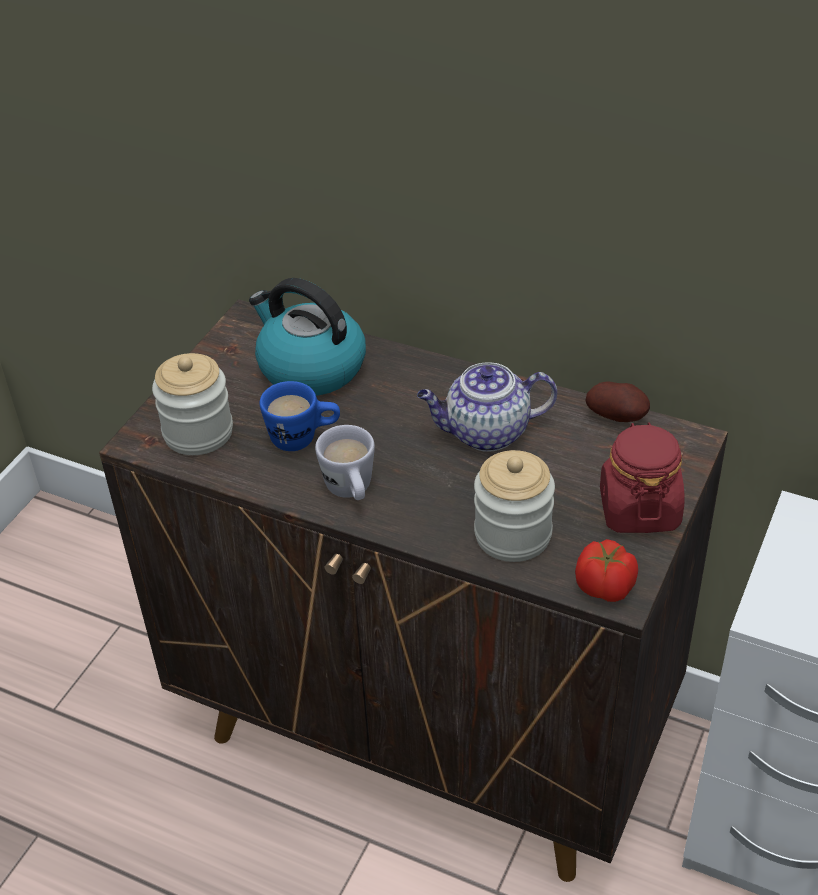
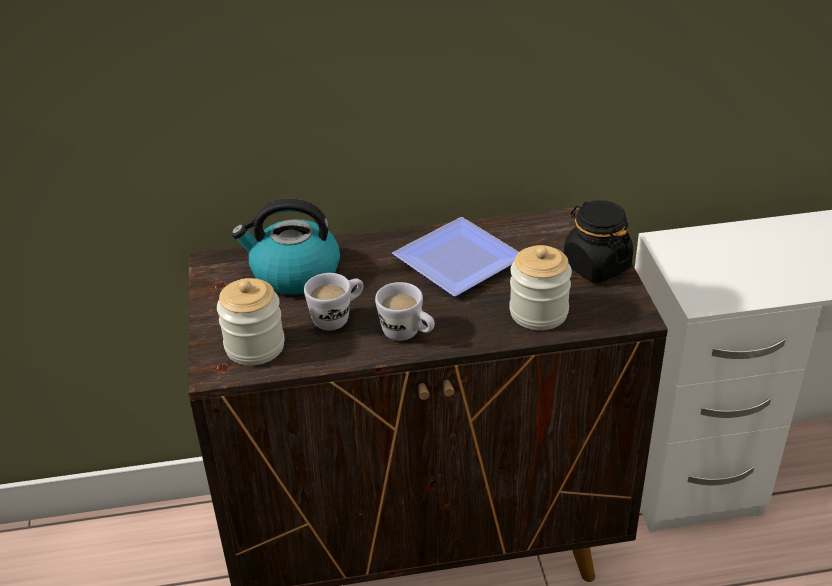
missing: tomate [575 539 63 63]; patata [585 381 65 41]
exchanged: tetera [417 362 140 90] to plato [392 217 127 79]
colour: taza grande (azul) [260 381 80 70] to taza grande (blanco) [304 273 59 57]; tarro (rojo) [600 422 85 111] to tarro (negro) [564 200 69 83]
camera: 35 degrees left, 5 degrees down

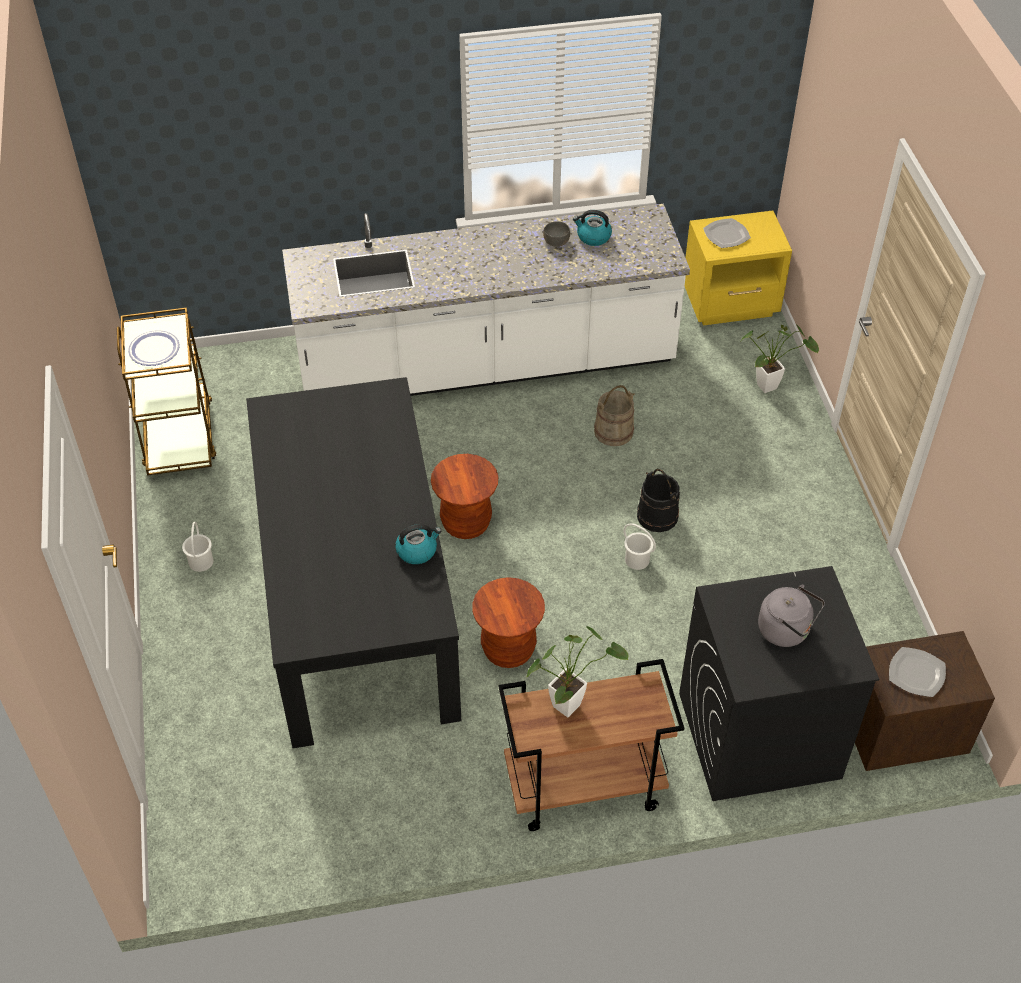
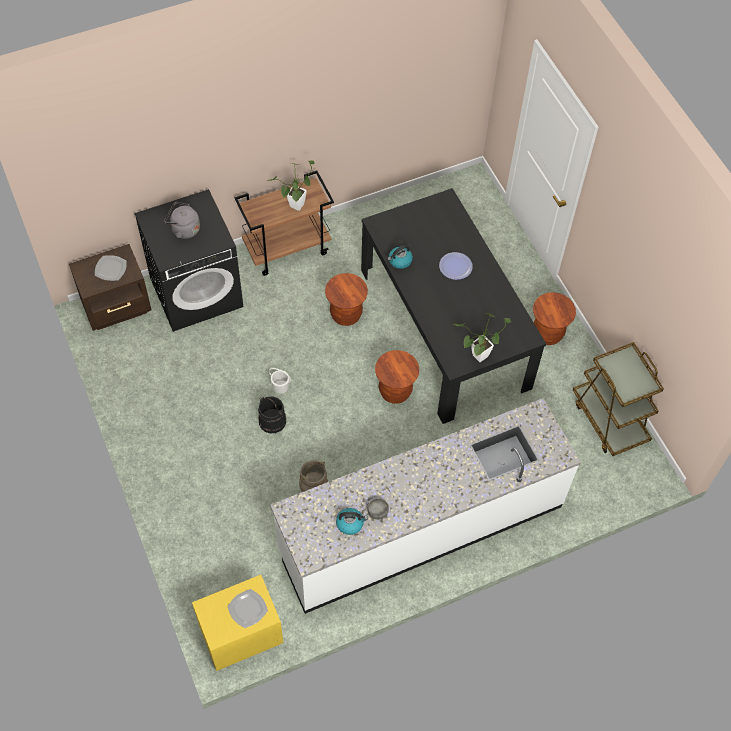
relocated: plato [128 330 52 36] to [439 252 34 28]; planta en maceta [740 324 79 69] to [453 313 58 49]
exchanged: cubo (blanco) [182 522 31 50] to taburete (marrón) [533 292 43 53]
camera: 165 degrees right, 10 degrees up

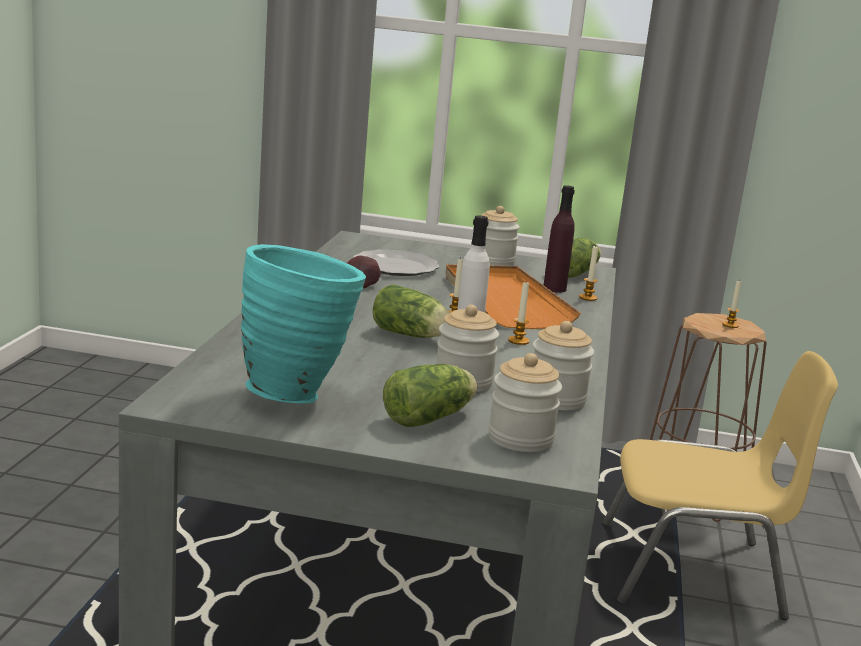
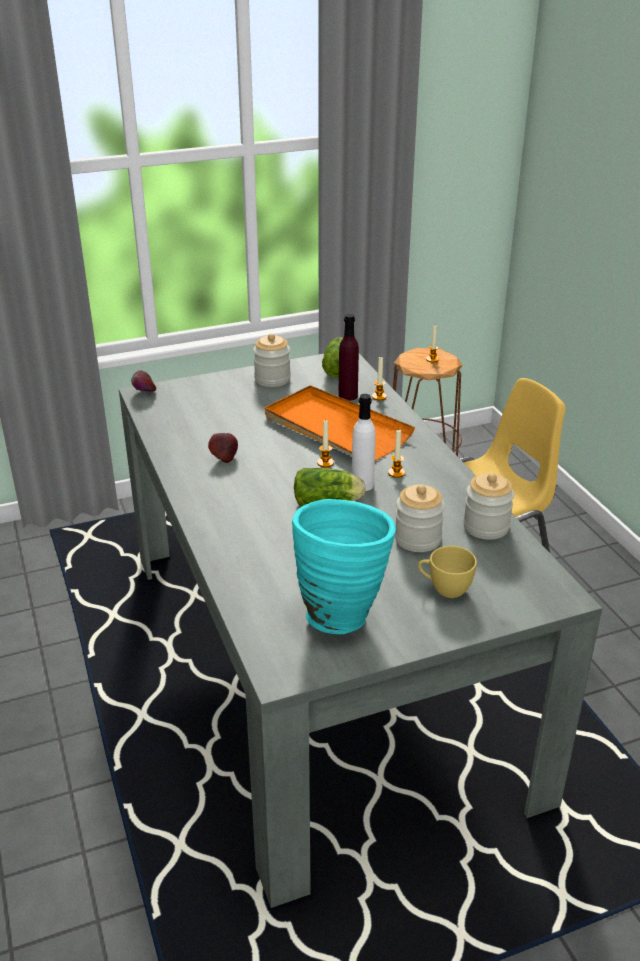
missing: plato [353 249 86 27]; tarro [488 353 74 99]
appeared: manzana [131 370 25 22]
exchanged: lechuga [383 364 94 63] to taza (amarillo) [418 546 59 52]
camera: 30 degrees left, 15 degrees up

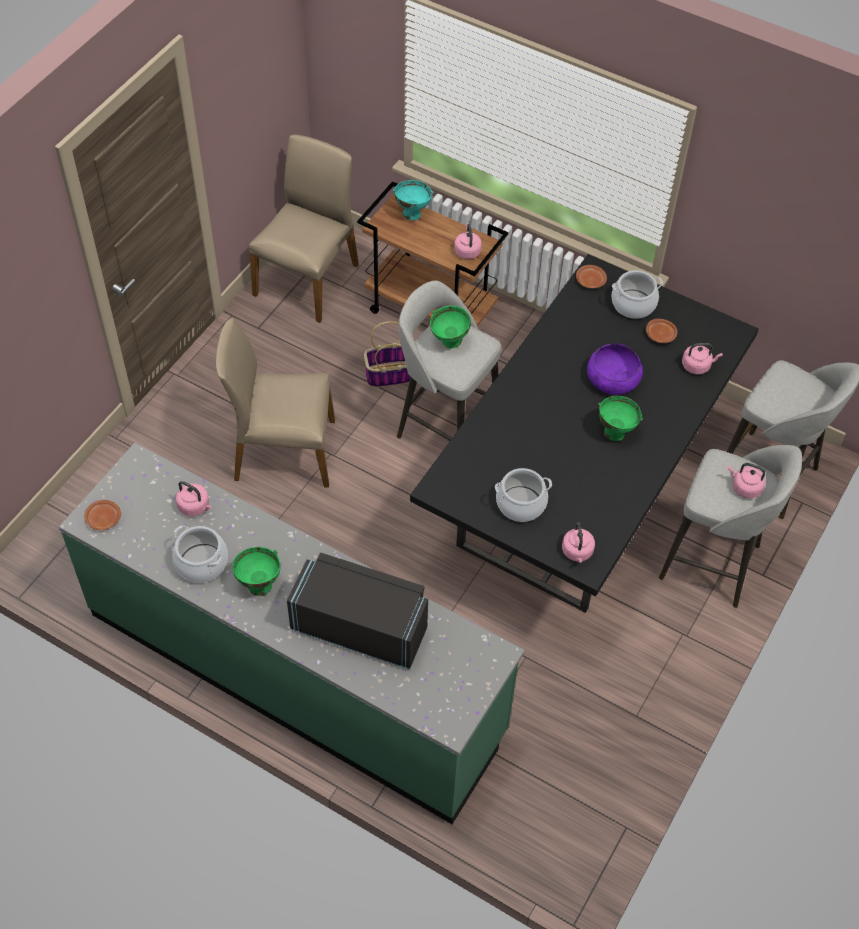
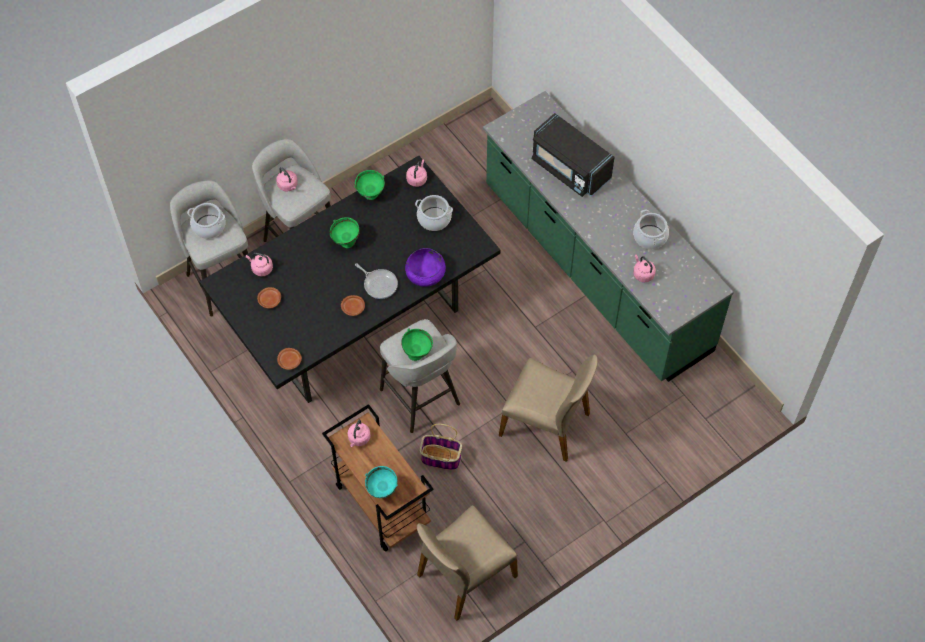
appeared: sartén [355 263 43 36]
relocated: olla [611 270 52 49] to [187 203 39 36]; plato (marrón) [84 500 37 30] to [341 295 24 21]; cuenco (verde) [232 547 49 49] to [354 170 31 30]; cuenco (morado) [587 343 56 52] to [405 248 41 39]
camera: 155 degrees left, 5 degrees up

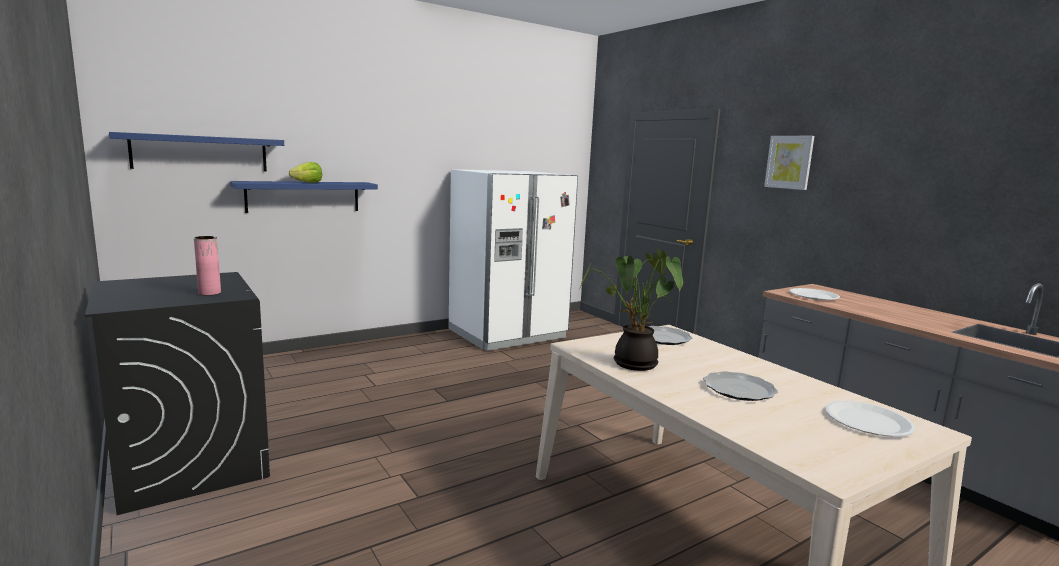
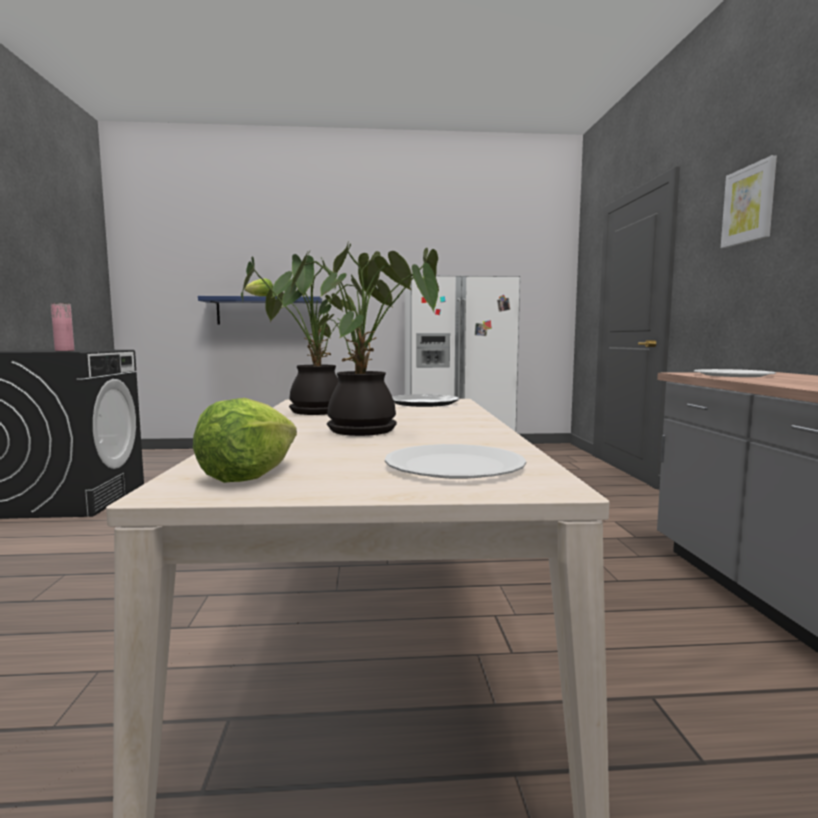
missing: estante (azul) [109 132 175 39]
appeared: lechuga [193 398 104 85]
exchanged: plato [703 371 75 30] to planta en maceta [291 241 148 195]
camera: 30 degrees right, 5 degrees down

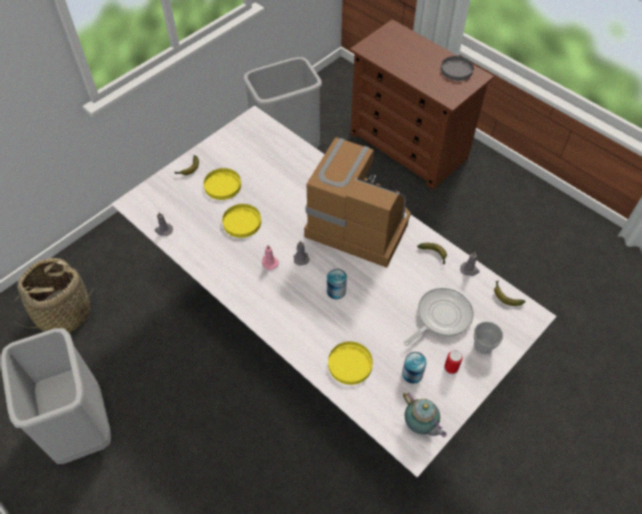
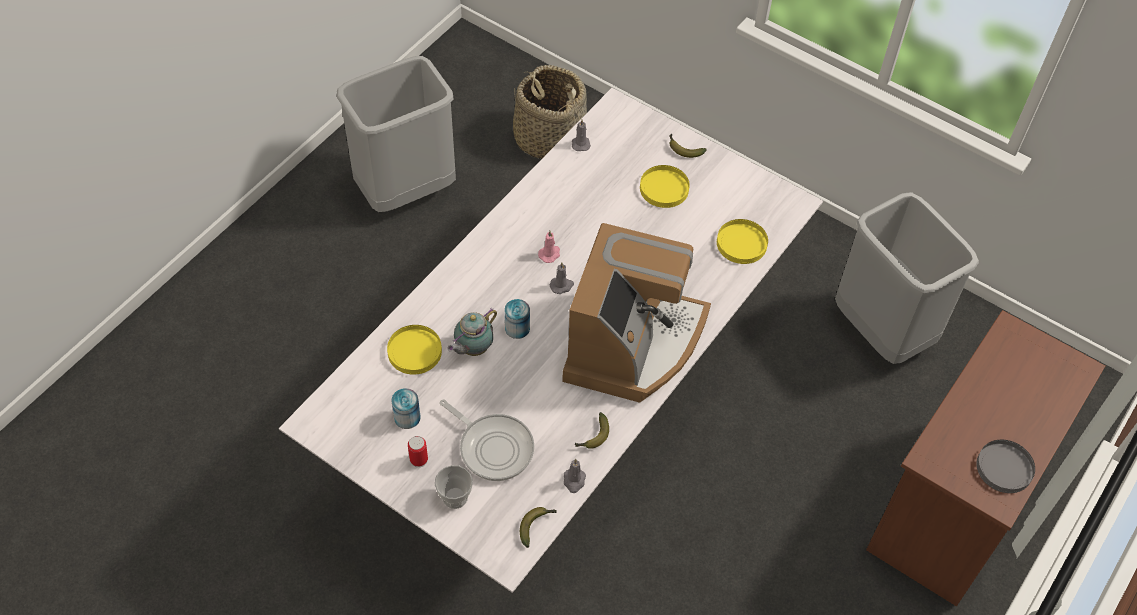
relocated: tetera [403 392 44 45] to [447 308 50 48]; plato (amarillo) [222 204 39 34] to [717 219 51 45]
camera: 80 degrees right, 0 degrees up

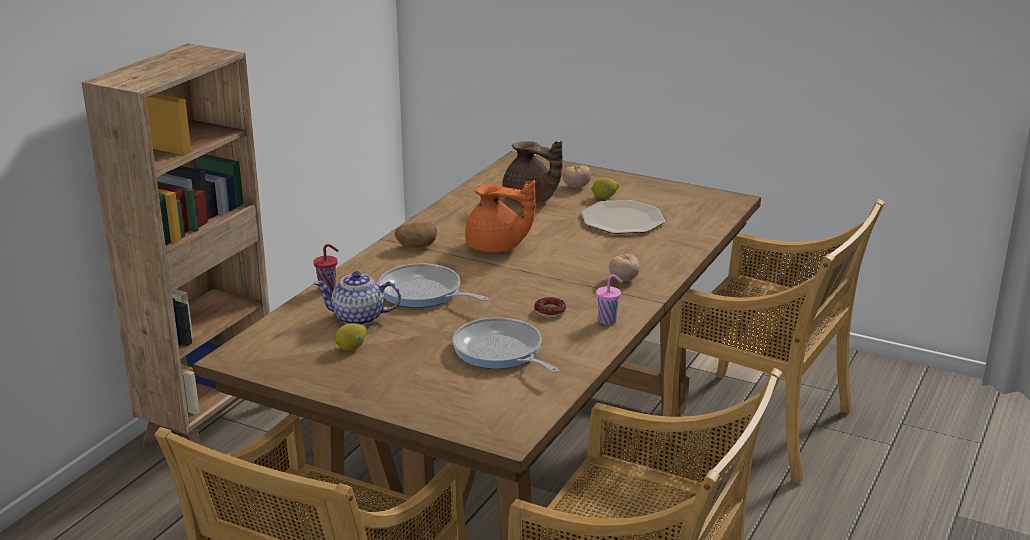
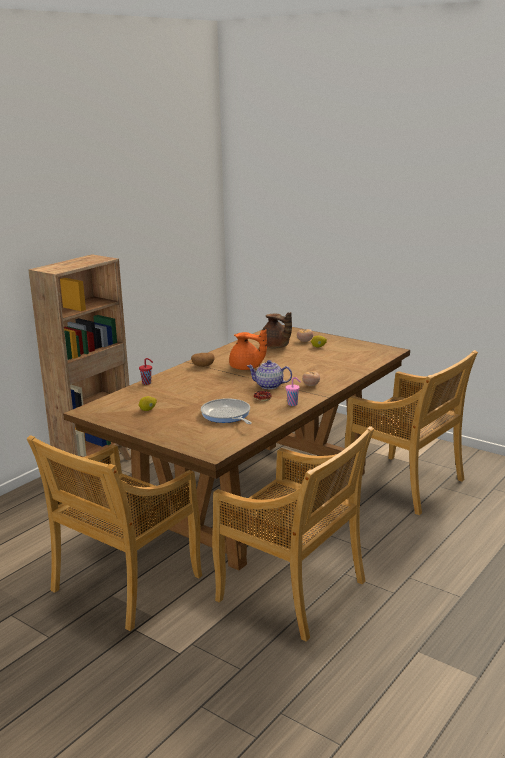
missing: sartén [378 263 111 45]; plato [581 200 84 34]
relocated: tetera [314 271 87 55] to [247 360 45 29]
camera: 10 degrees right, 5 degrees down

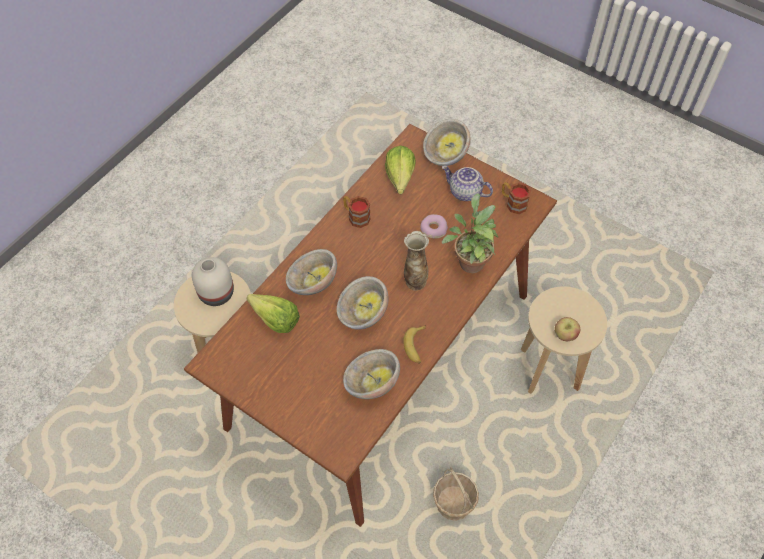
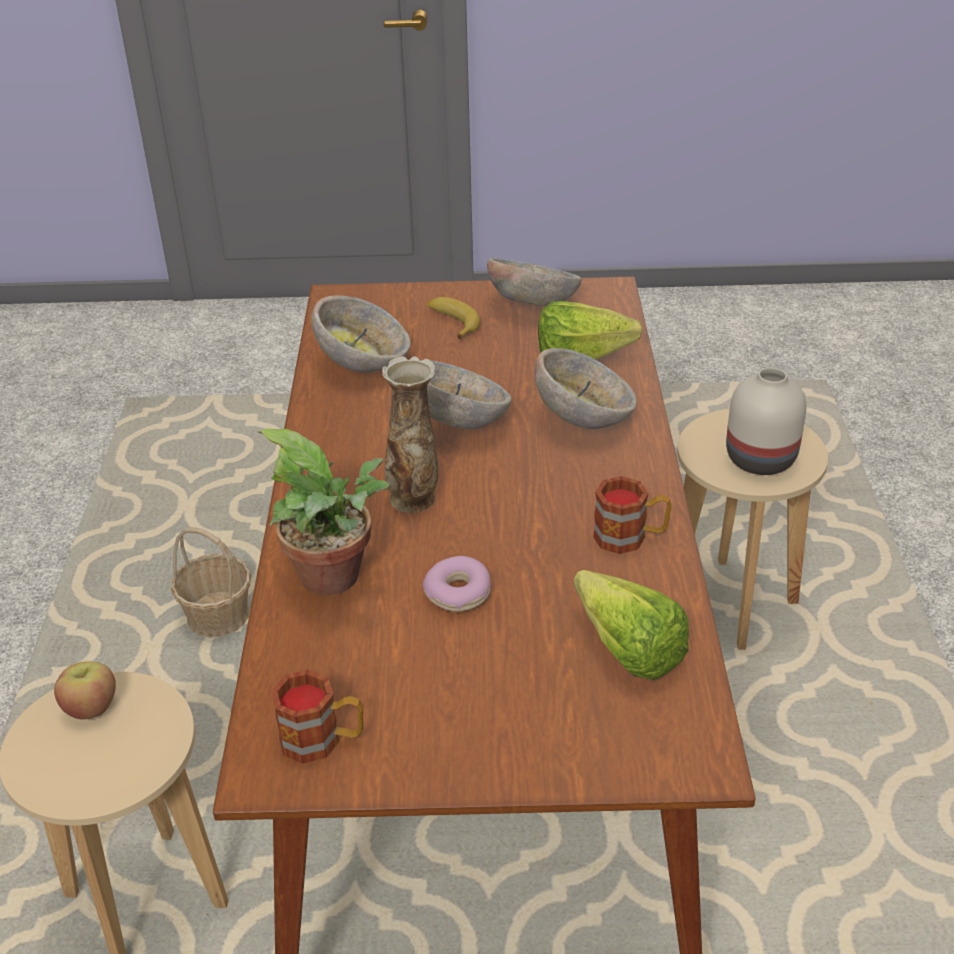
missing: tetera [442 165 51 36]
relocated: plátano [403 325 23 39] to [427 297 53 42]; cuenco [423 119 48 47] to [487 258 95 48]
camera: 145 degrees right, 20 degrees down

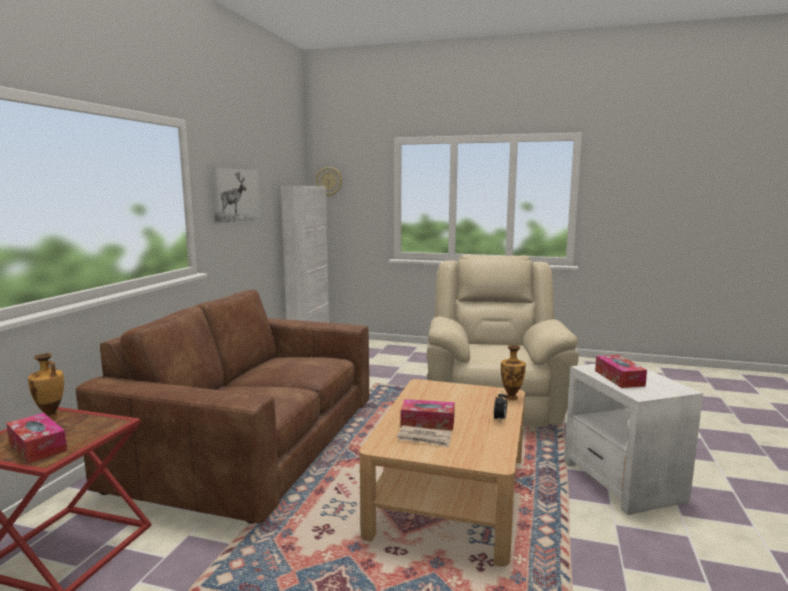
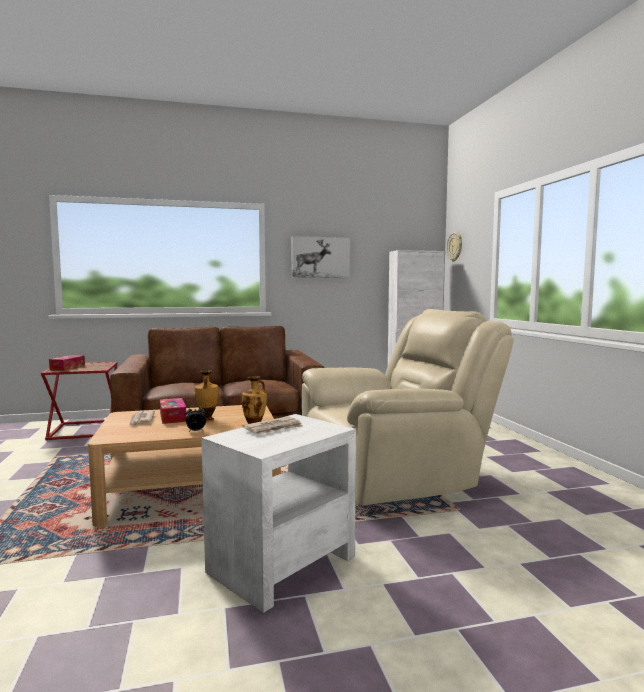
relocated: florero [28 353 36 66] to [195 370 23 51]
exchanged: caja de pañuelos [595 355 52 33] to periódico [242 416 61 18]
camera: 60 degrees right, 5 degrees down

